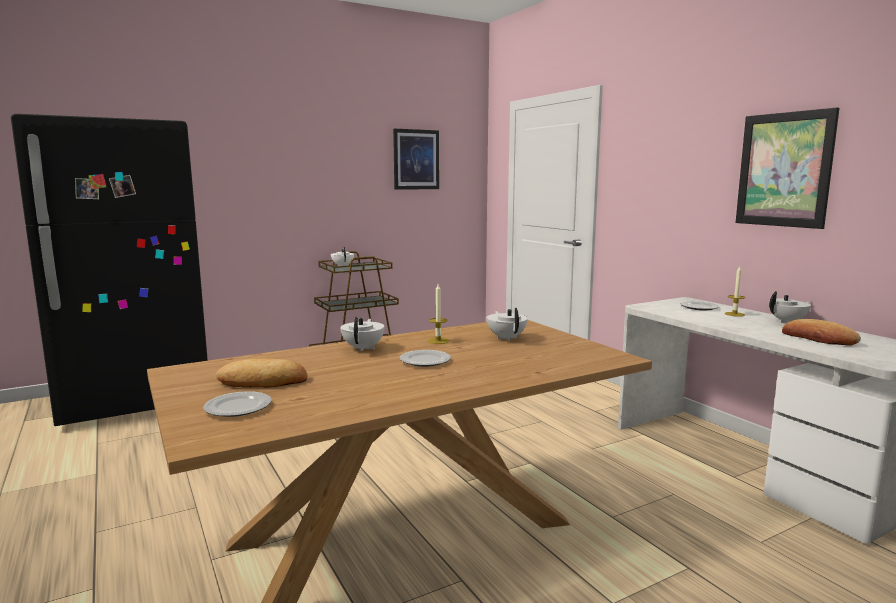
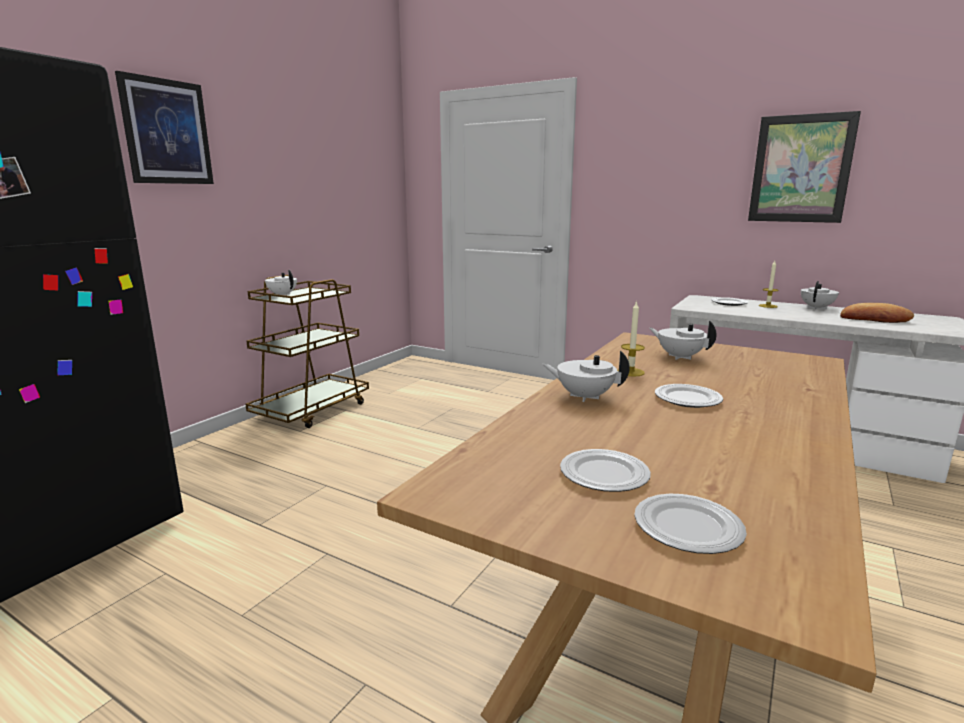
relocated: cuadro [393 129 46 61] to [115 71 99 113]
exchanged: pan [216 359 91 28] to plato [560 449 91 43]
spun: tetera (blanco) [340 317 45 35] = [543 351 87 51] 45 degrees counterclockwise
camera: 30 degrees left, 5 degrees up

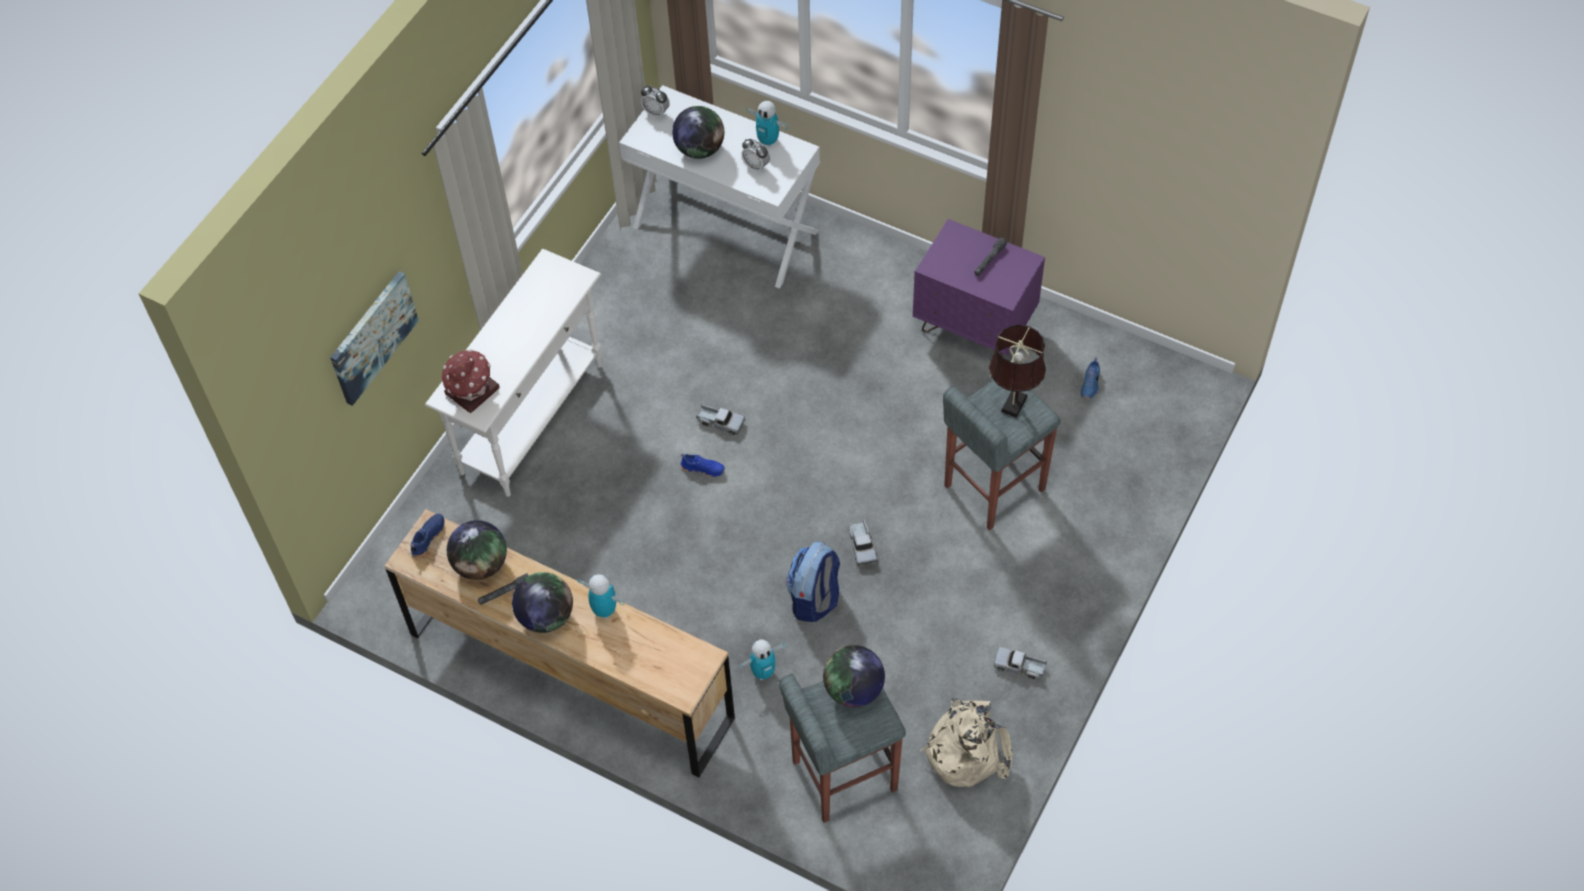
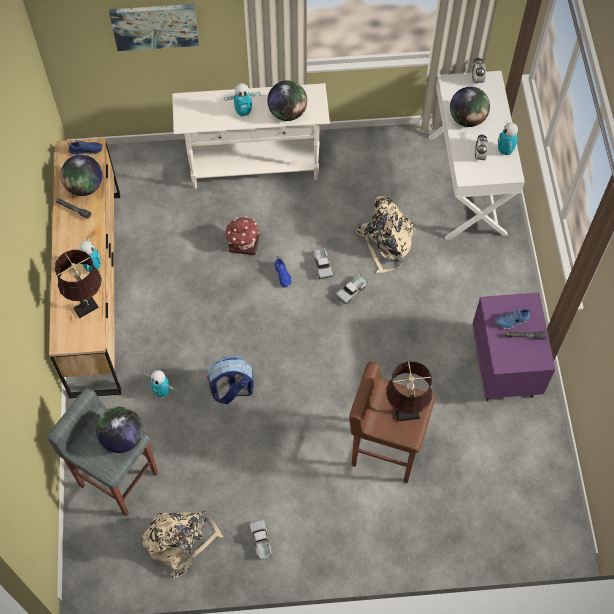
appeared: lámpara de mesa (marrón) [55 250 47 68]; robot de juguete [224 83 37 34]; mochila (beis) [357 196 59 77]
relocated: casita [442 349 58 64] to [225 216 35 39]; globo terráqueo [512 572 61 61] to [267 80 40 41]; camión de juguete [849 519 29 47] to [336 274 32 30]; zapato (azul) [1080 357 20 42] to [496 309 36 20]
colour: taburete (gris) [943 380 118 151] to taburete (marrón) [349 362 86 121]
camera: 55 degrees right, 5 degrees up

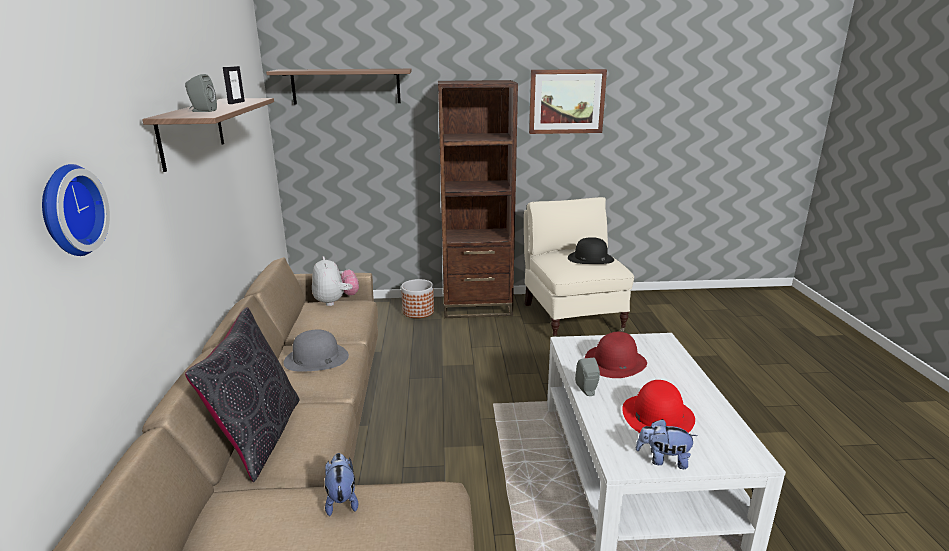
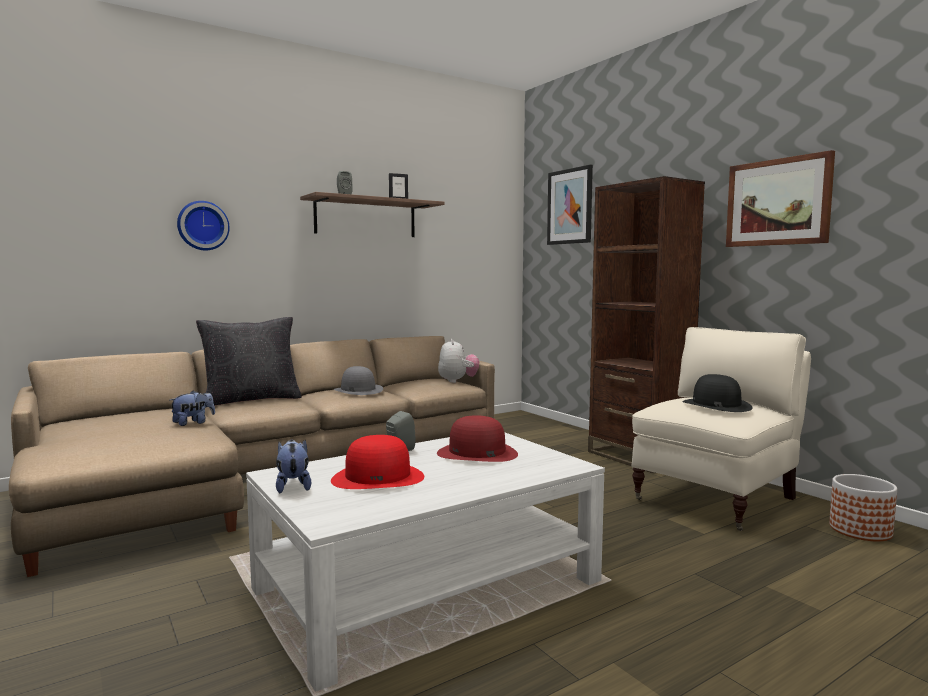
relocated: maceta [401 279 33 39] to [829 474 68 67]
exchanged: estante [266 69 146 35] to cuadro [547 165 46 80]
spun: peluche [312 256 47 50] = [438 339 42 44] 45 degrees counterclockwise
camera: 60 degrees right, 15 degrees down

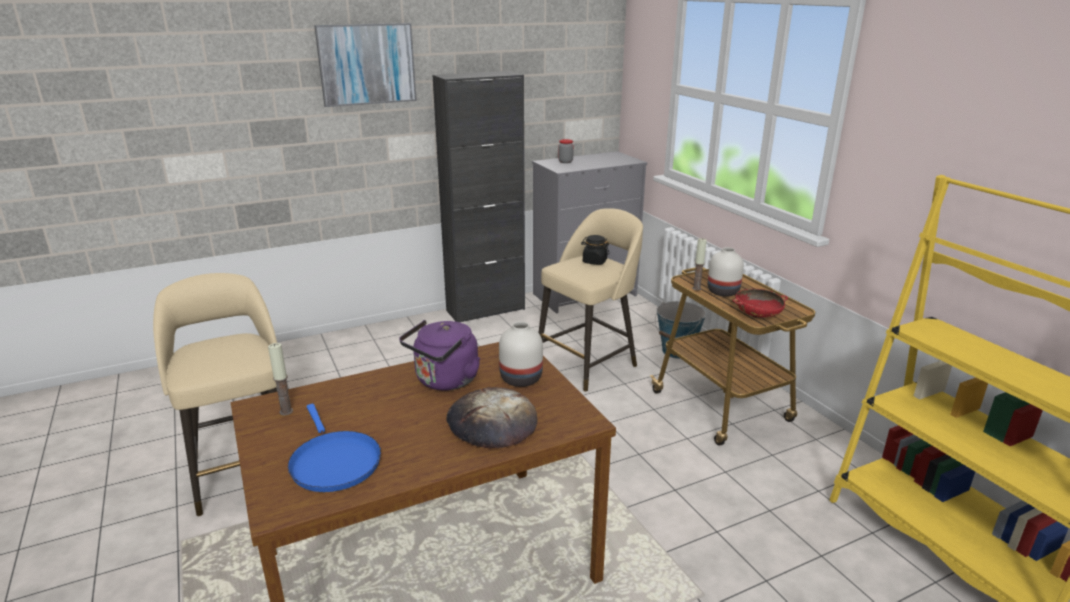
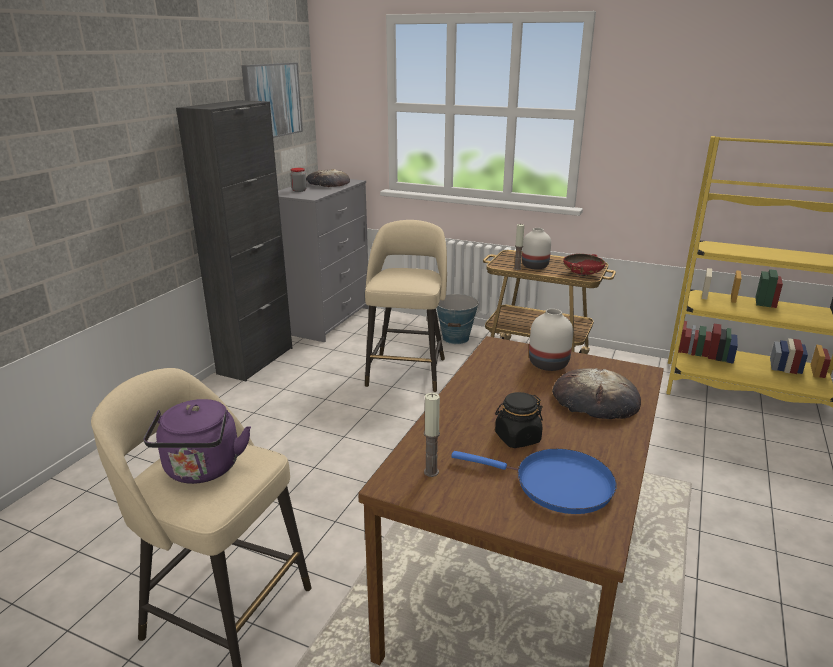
appeared: pan [306 169 44 18]
relocated: hervidor (morado) [399 320 81 71] to [143 399 108 85]; cuadro [314 23 103 84] to [241 63 62 75]; tarro (negro) [581 235 28 30] to [495 392 48 56]
camera: 40 degrees left, 0 degrees up

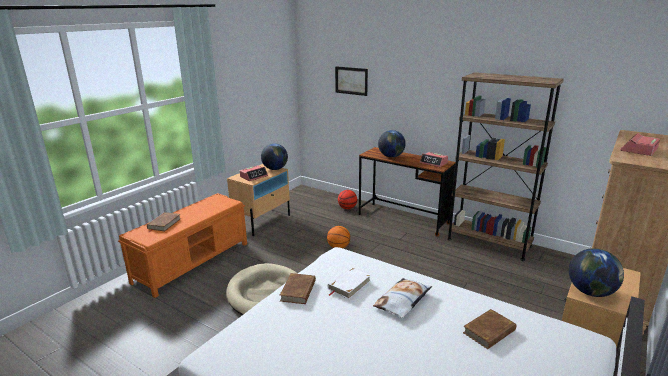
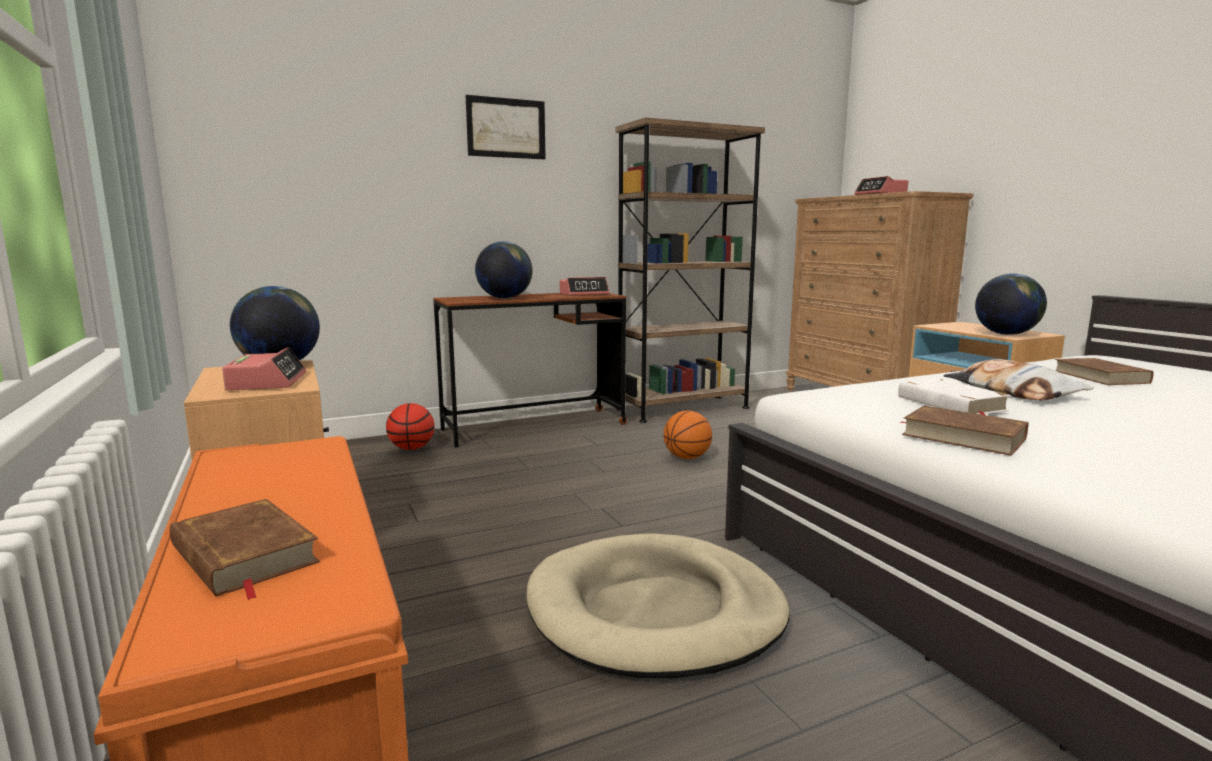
relocated: cuadro [335 66 33 30] to [465 95 81 64]; balón de baloncesto [327 226 23 22] to [663 411 49 48]
camera: 60 degrees left, 10 degrees down

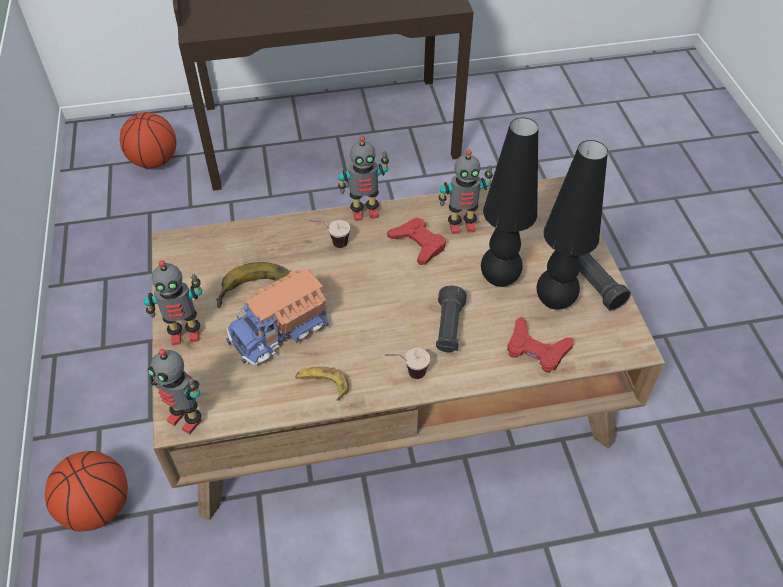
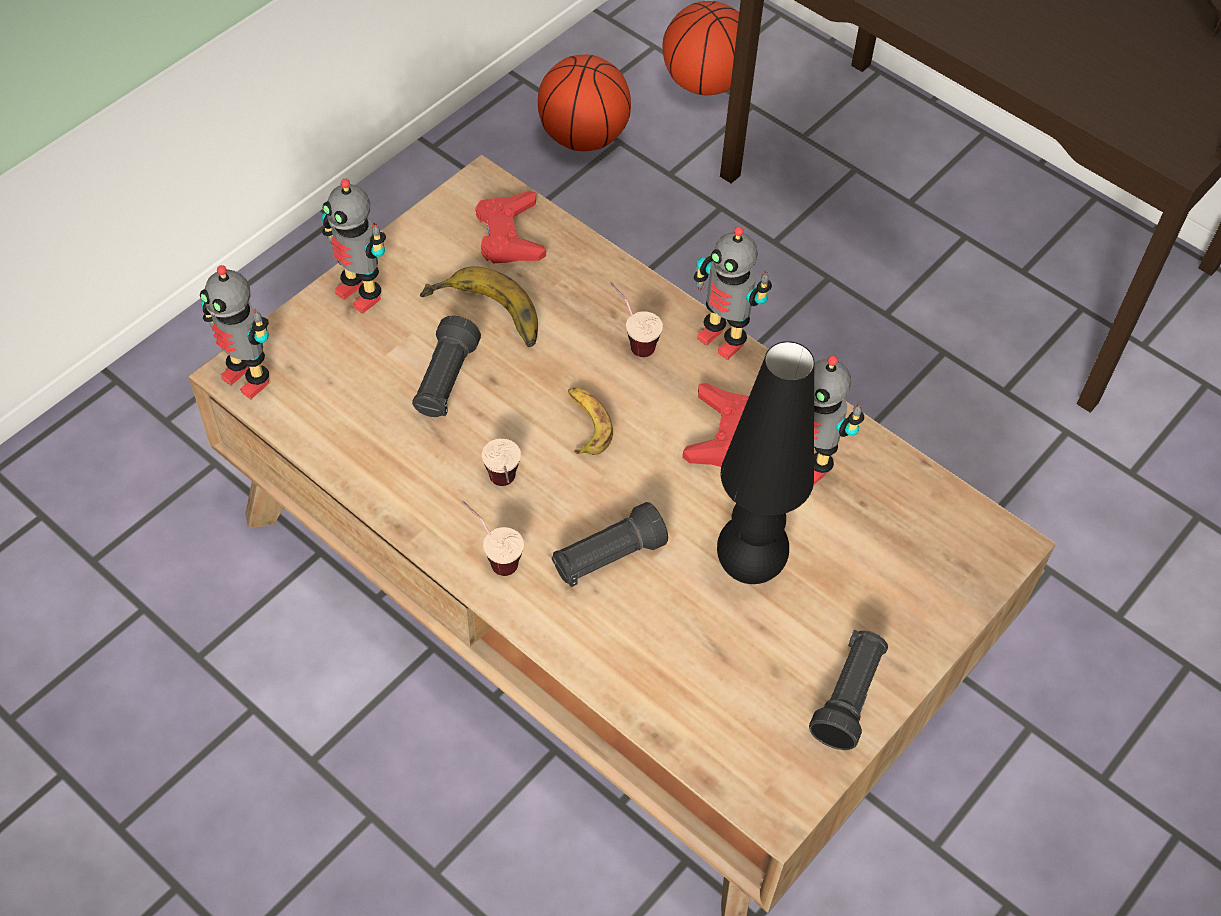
missing: lámpara de mesa (negro) [537 140 71 170]
appeared: taza [482 439 39 47]
relocated: mando de consola (rojo) [507 316 66 56] to [475 191 71 72]; balón de baloncesto [45 451 83 80] to [538 54 93 97]; plátano [295 367 54 34] to [568 388 45 67]
exchanged: camión de juguete [226 269 103 97] to linterna (negro) [412 315 69 102]
spun: robot de juguete [148 349 54 85] = [200 265 69 134] 45 degrees counterclockwise
camera: 50 degrees right, 5 degrees up

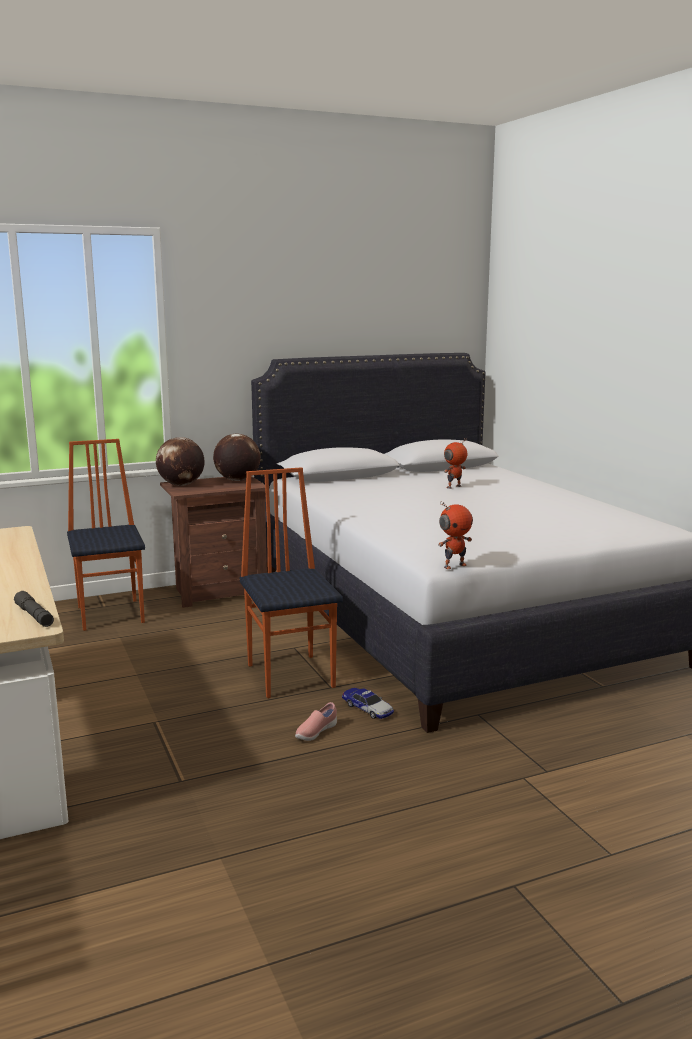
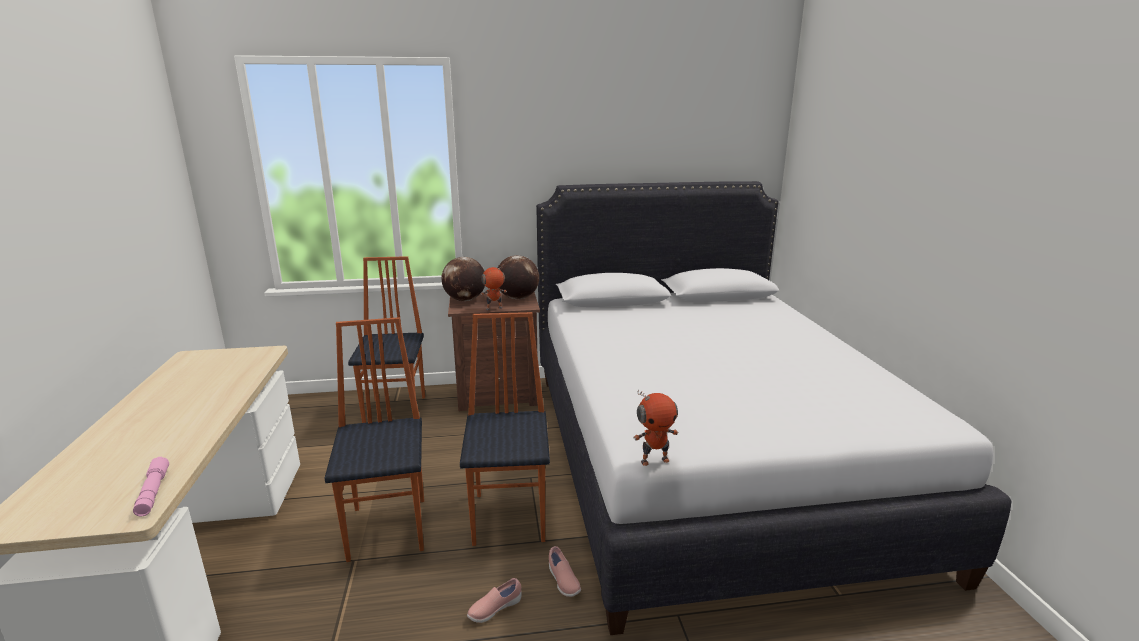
appeared: silla [324 317 100 245]
relocated: robot de juguete [444 438 23 51] to [481 264 26 46]
exchanged: coche de juguete [342 688 52 31] to zapato (rosa) [549 546 32 51]
colour: linterna (gris) [14 591 40 36] to linterna (rosa) [133 457 36 59]
camera: 15 degrees right, 5 degrees up

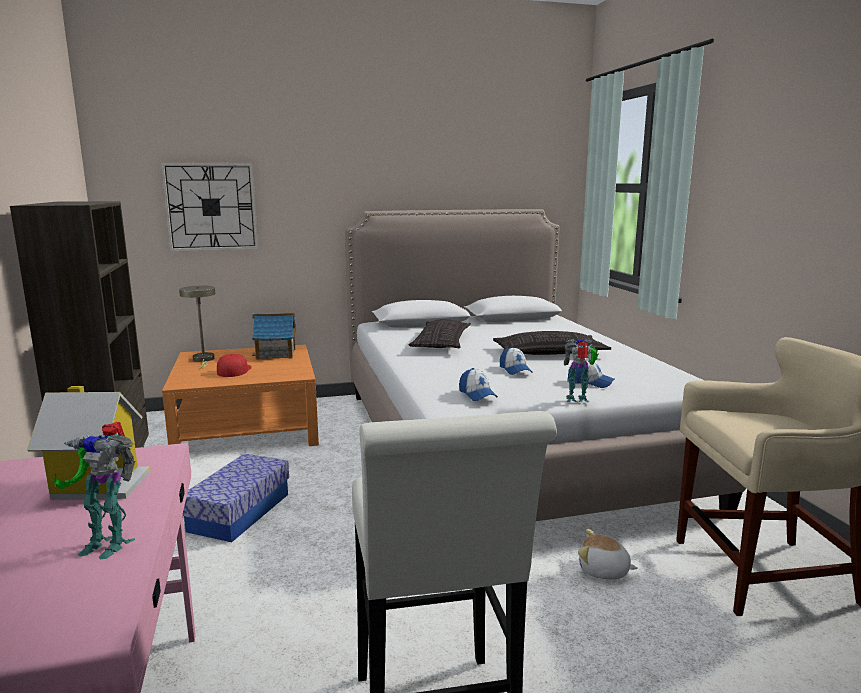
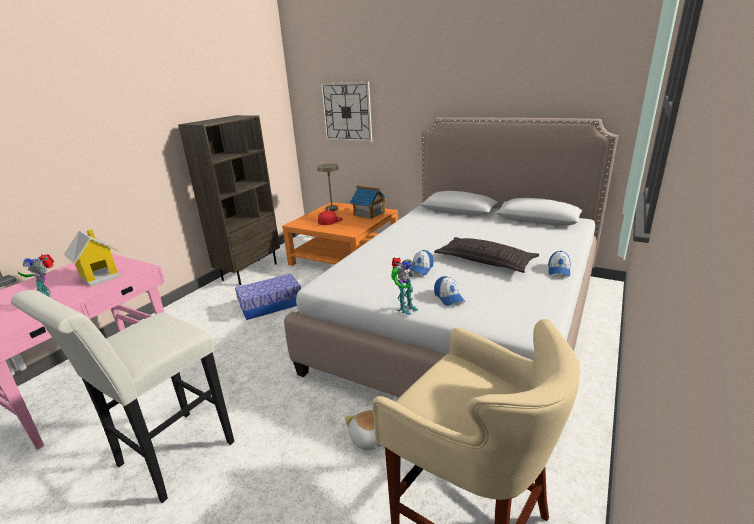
missing: cojín [409 320 62 28]
relocated: gorra [459 368 39 33] to [548 251 23 25]
spun: robot de juguete [564 339 35 63] = [391 257 28 58] 90 degrees clockwise
camera: 45 degrees right, 10 degrees up

